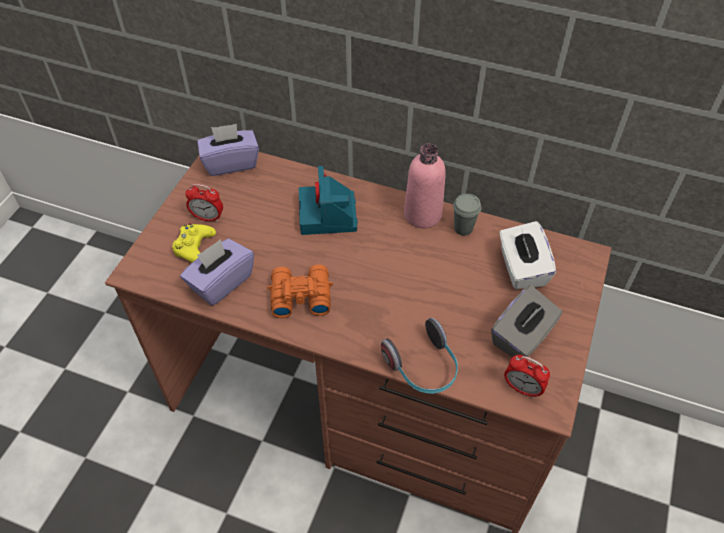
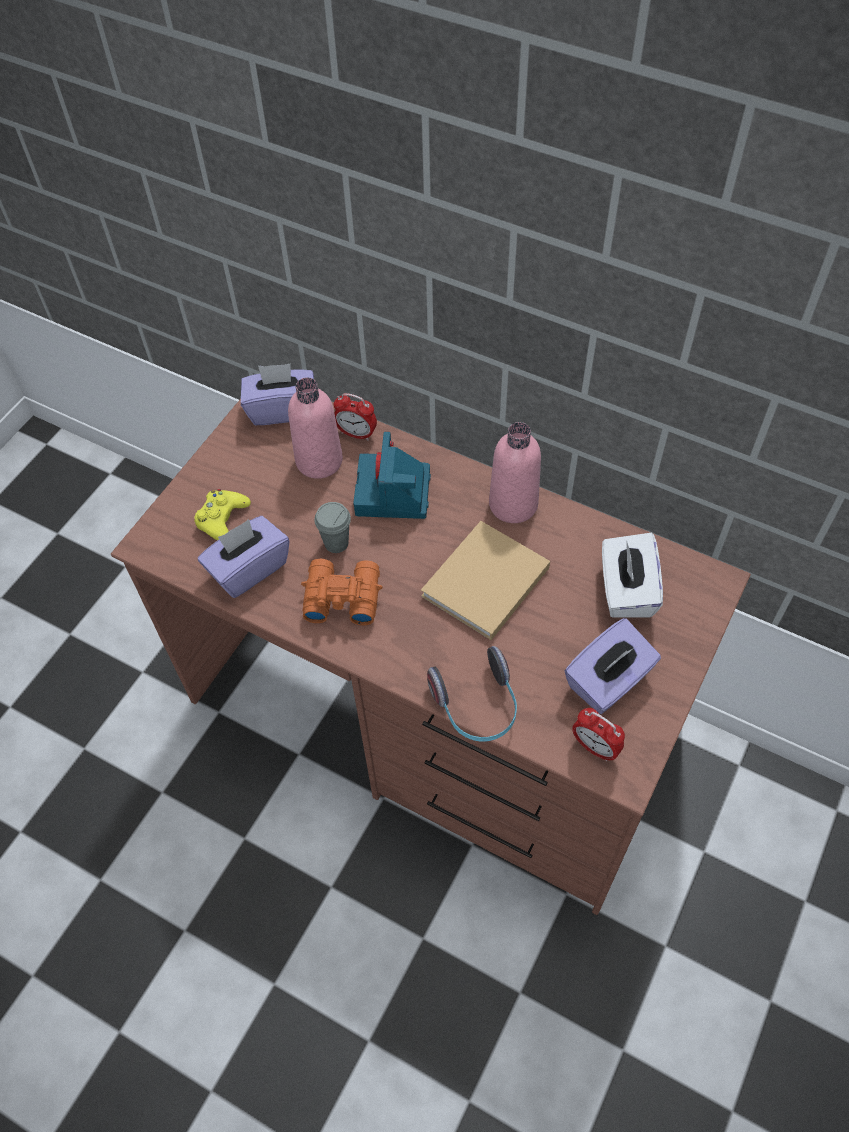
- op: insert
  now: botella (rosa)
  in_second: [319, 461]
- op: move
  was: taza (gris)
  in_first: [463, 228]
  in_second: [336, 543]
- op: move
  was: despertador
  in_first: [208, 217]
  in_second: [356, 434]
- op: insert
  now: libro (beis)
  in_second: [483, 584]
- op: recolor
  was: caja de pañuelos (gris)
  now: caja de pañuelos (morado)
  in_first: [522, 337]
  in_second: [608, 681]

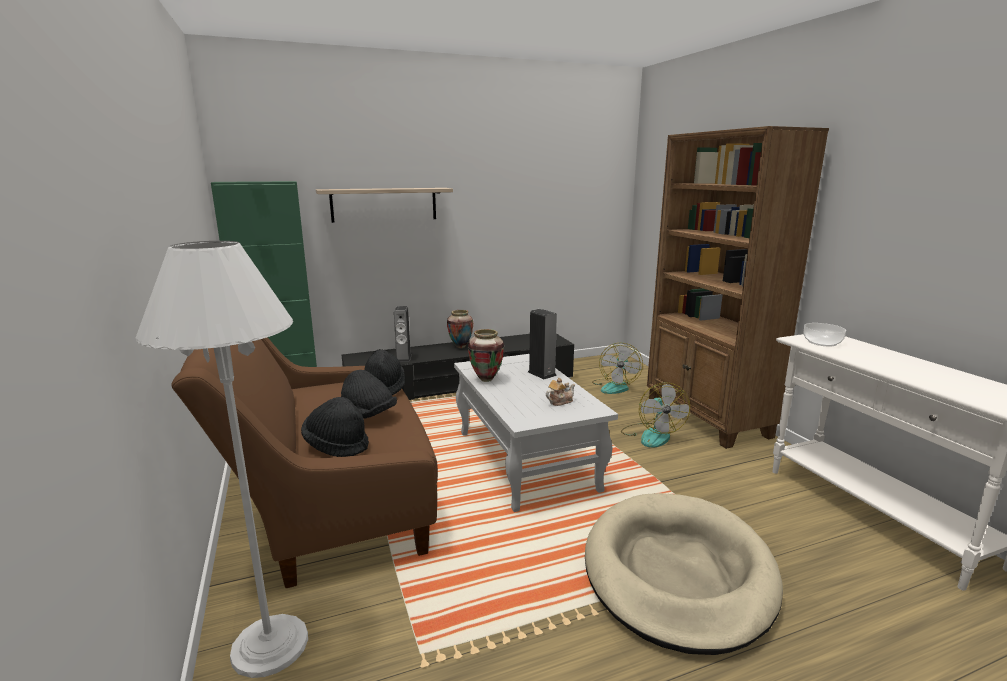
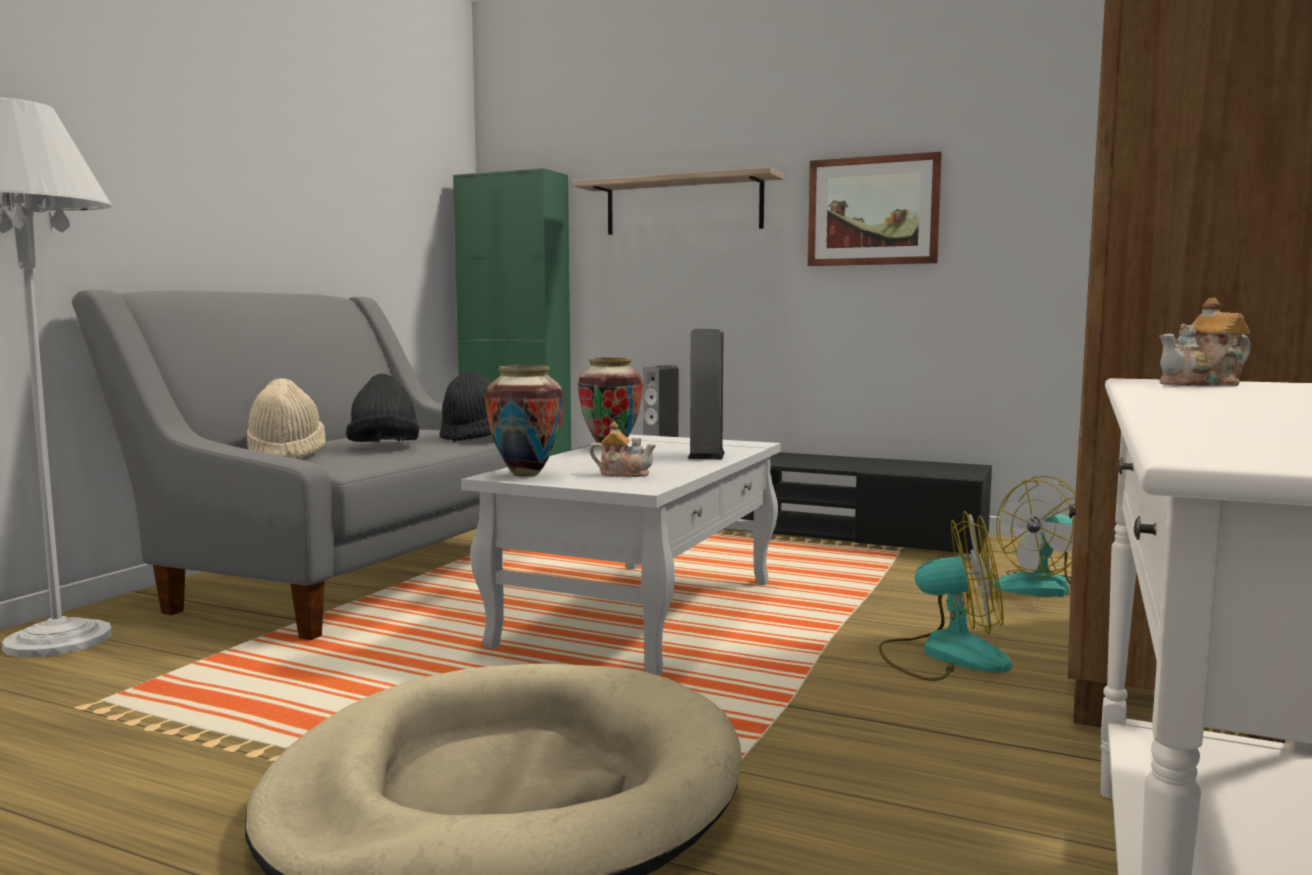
- op: recolor
  was: sofá (marrón)
  now: sofá (gris)
  in_first: [329, 501]
  in_second: [350, 573]
- op: recolor
  was: sombrero (negro)
  now: sombrero (beis)
  in_first: [337, 445]
  in_second: [286, 454]
- op: move
  was: florero
  in_first: [460, 347]
  in_second: [525, 474]
- op: insert
  now: cuadro
  in_second: [873, 211]
- op: rotate
  was: ventilador
  in_first: [651, 435]
  in_second: [943, 655]
  clockwise: -120
- op: replace
  was: cuenco
  now: tetera
  in_first: [822, 342]
  in_second: [1203, 384]

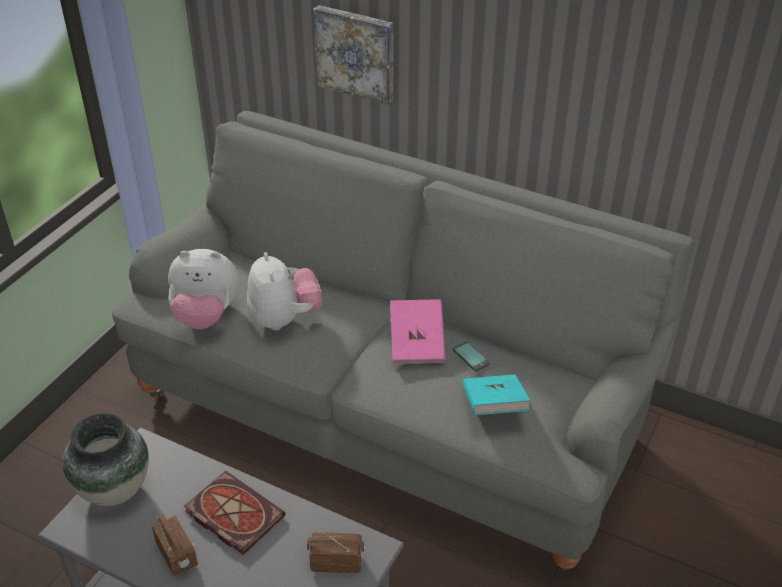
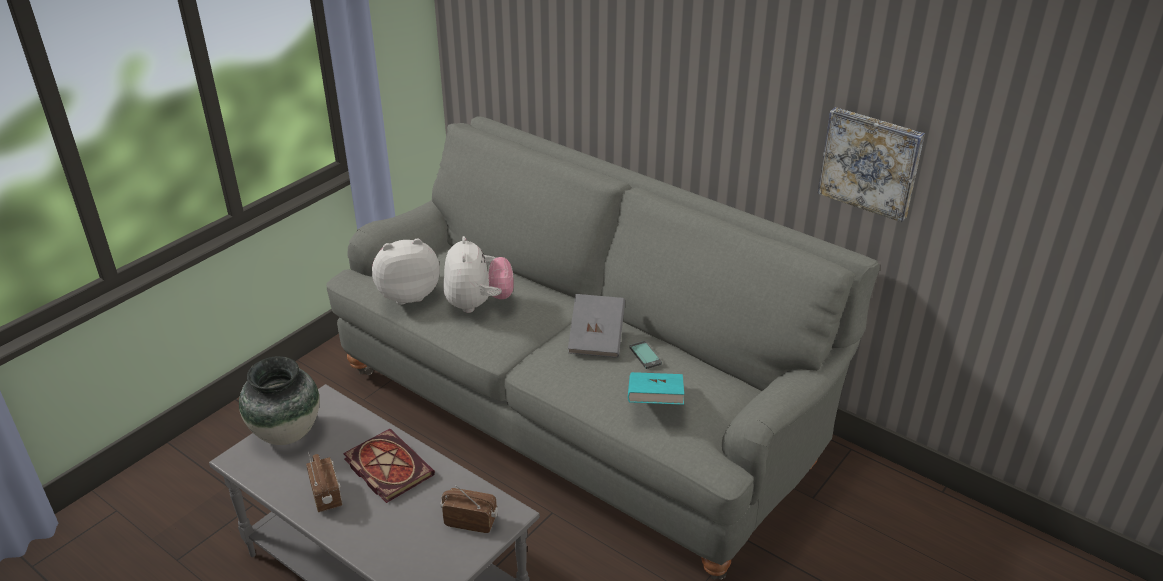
- op: rotate
  was: peluche
  in_first: [206, 316]
  in_second: [408, 294]
  clockwise: 150
- op: recolor
  was: libro (rosa)
  now: libro (gris)
  in_first: [417, 344]
  in_second: [596, 339]
- op: move
  was: cuadro
  in_first: [356, 53]
  in_second: [871, 162]

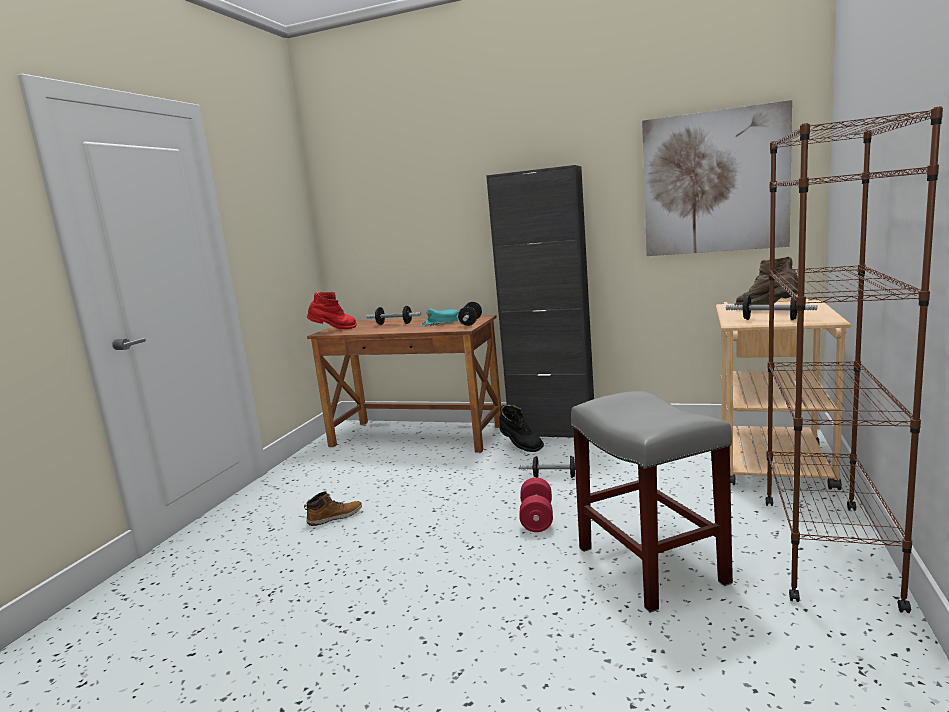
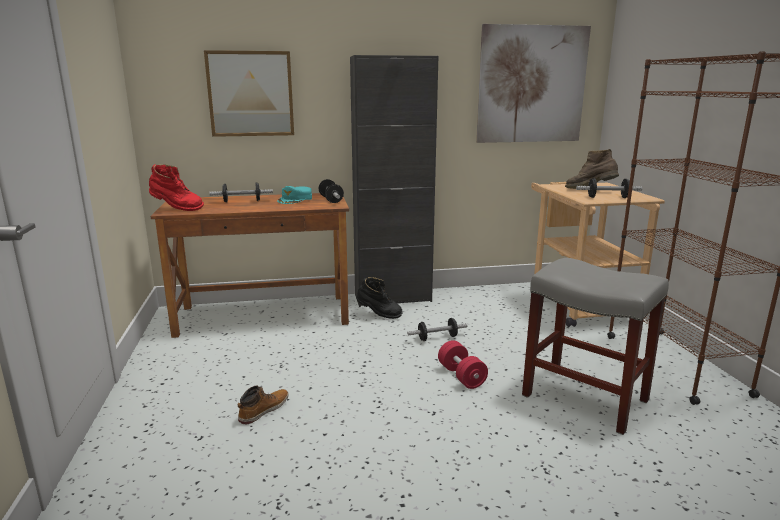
- op: rotate
  was: bota (rojo)
  in_first: [334, 330]
  in_second: [176, 209]
  clockwise: 60
- op: insert
  now: cuadro
  in_second: [251, 94]

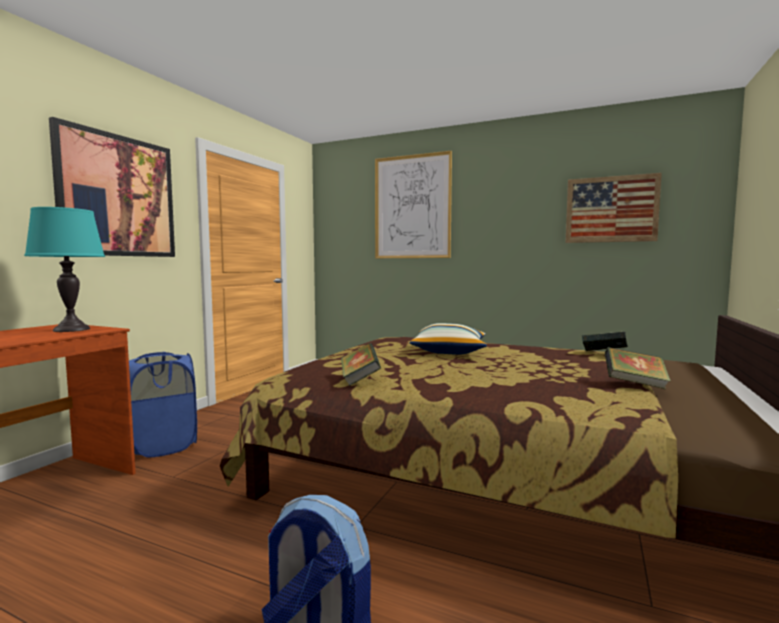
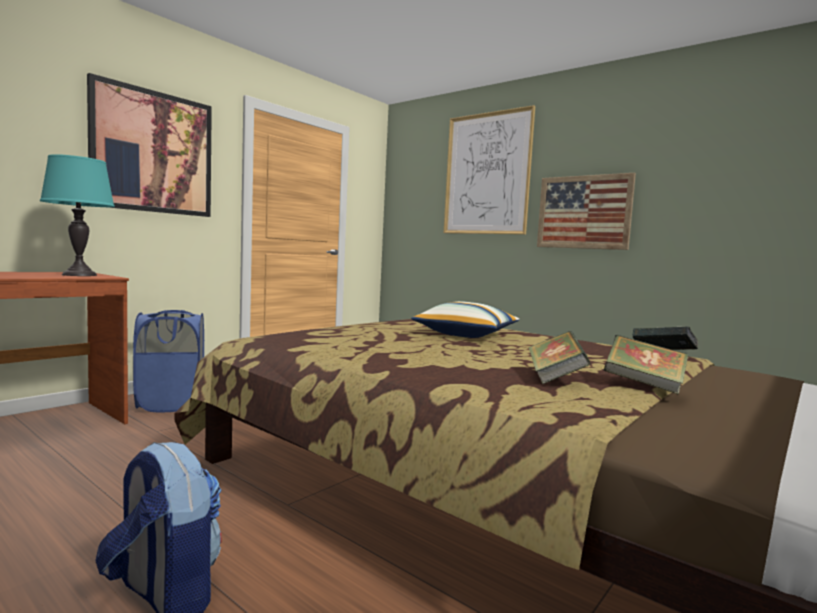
- op: move
  was: libro
  in_first: [359, 379]
  in_second: [555, 378]
- op: move
  was: cuadro
  in_first: [611, 209]
  in_second: [583, 212]

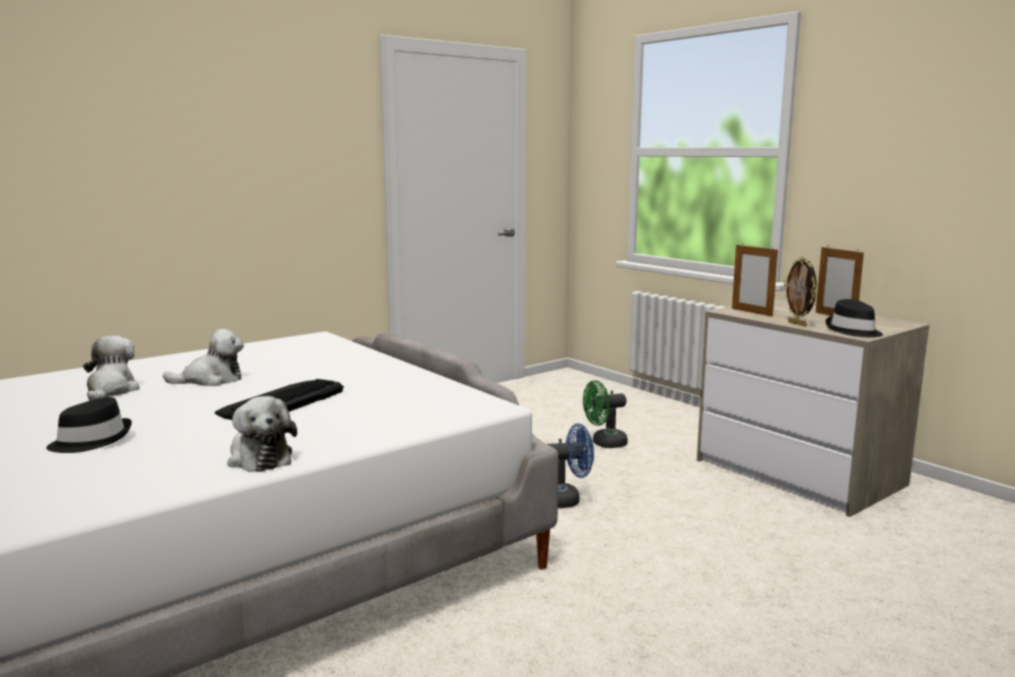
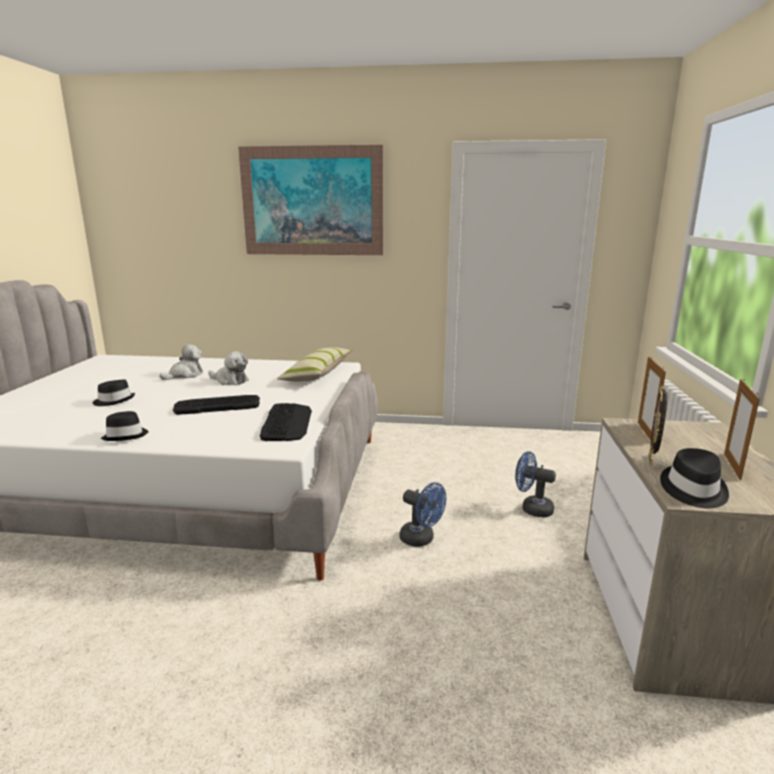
- op: replace
  was: peluche
  now: sombrero (negro)
  in_first: [259, 457]
  in_second: [126, 435]
- op: insert
  now: cuadro
  in_second: [312, 201]
- op: insert
  now: teclado
  in_second: [287, 423]
- op: insert
  now: cojín
  in_second: [317, 374]
- op: recolor
  was: ventilador (verde)
  now: ventilador (azul)
  in_first: [604, 443]
  in_second: [532, 508]

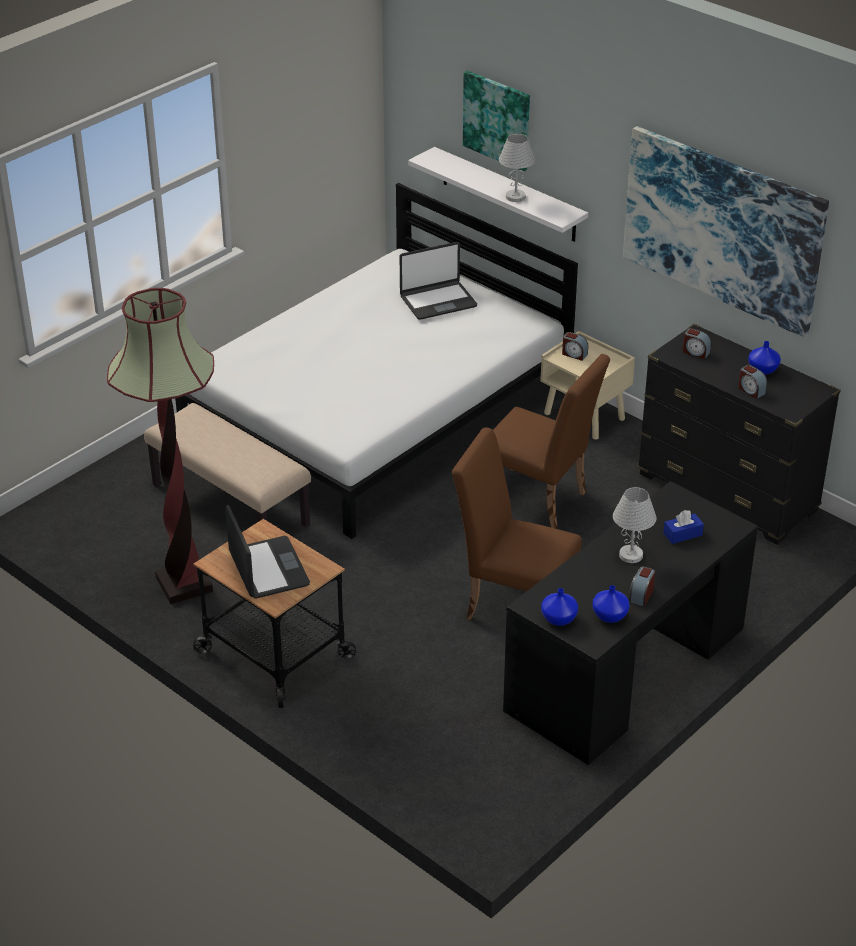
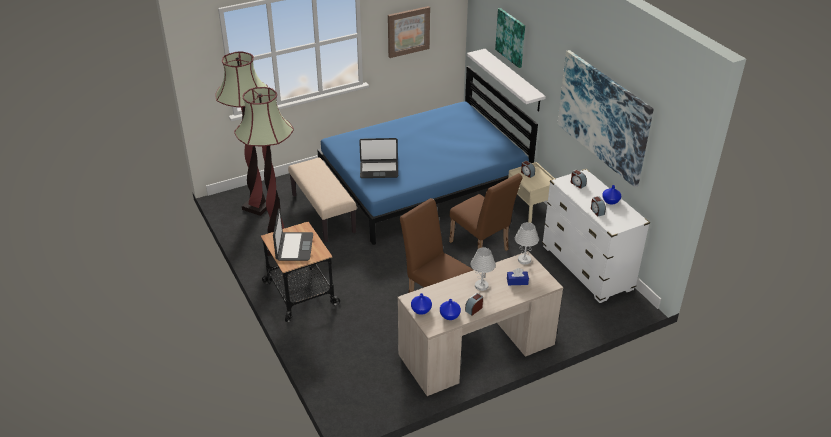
- op: insert
  now: lámpara de pie
  in_second: [257, 206]
- op: recolor
  was: cama (blanco)
  now: cama (azul)
  in_first: [379, 412]
  in_second: [424, 184]
- op: move
  was: portátil
  in_first: [438, 301]
  in_second: [379, 169]
- op: insert
  now: cuadro
  in_second: [408, 31]
- op: recolor
  was: escritorio (negro)
  now: escritorio (beis)
  in_first: [624, 669]
  in_second: [476, 349]
- op: move
  was: lámpara de mesa (blanco)
  in_first: [515, 197]
  in_second: [524, 260]
- op: recolor
  was: cómoda (negro)
  now: cómoda (blanco)
  in_first: [727, 493]
  in_second: [587, 268]

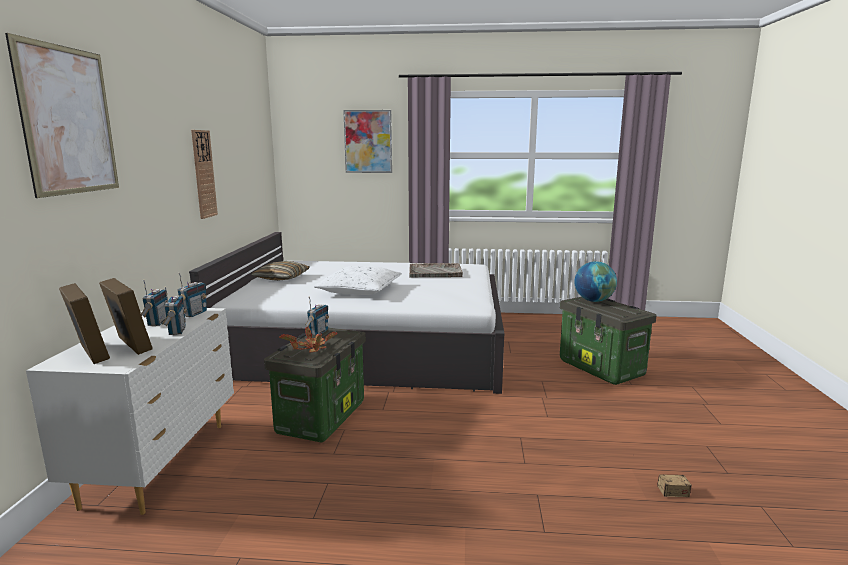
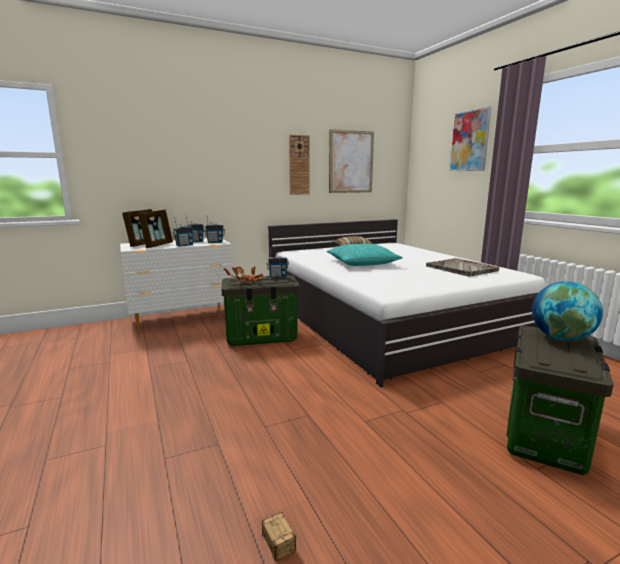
- op: recolor
  was: cojín (blanco)
  now: cojín (turquesa)
  in_first: [359, 290]
  in_second: [362, 263]
- op: move
  was: cuadro
  in_first: [69, 121]
  in_second: [351, 162]

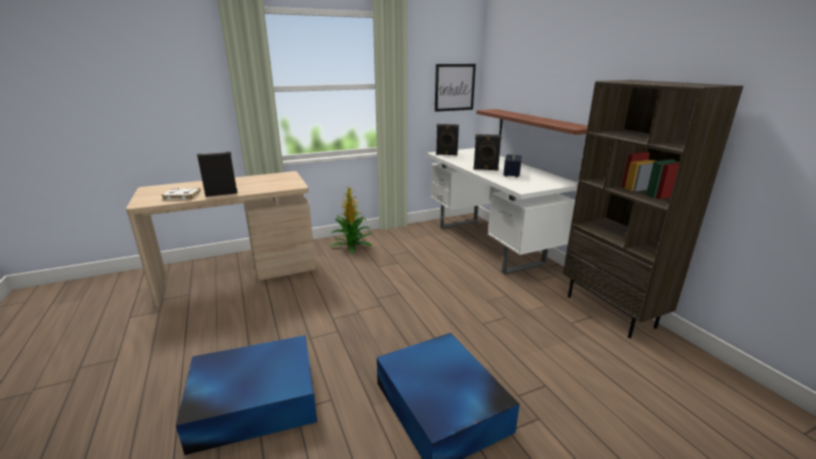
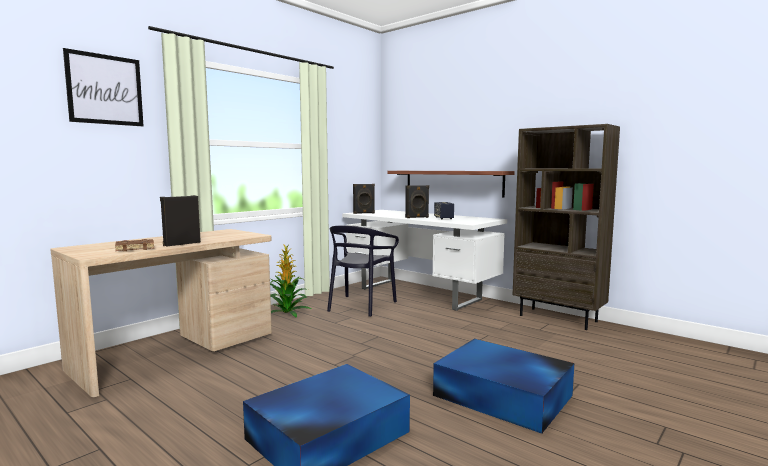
- op: move
  was: cuadro
  in_first: [454, 87]
  in_second: [105, 89]
- op: recolor
  was: libro (blanco)
  now: libro (marrón)
  in_first: [183, 196]
  in_second: [135, 248]
- op: insert
  now: silla (negro)
  in_second: [361, 306]

